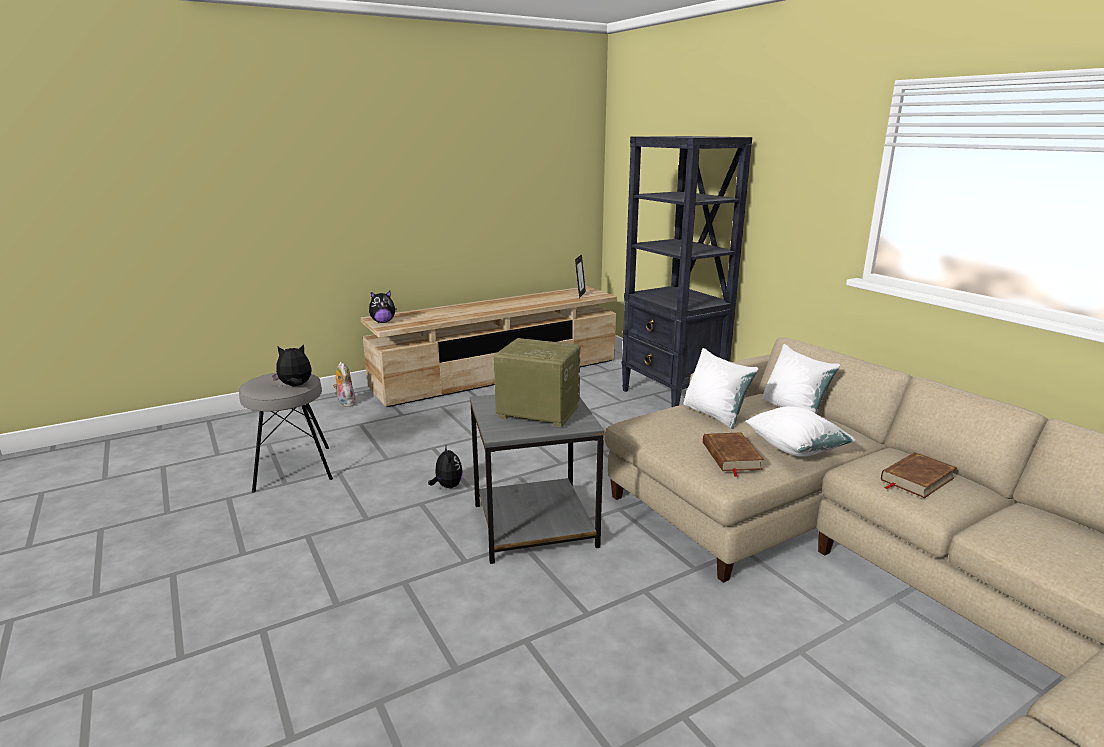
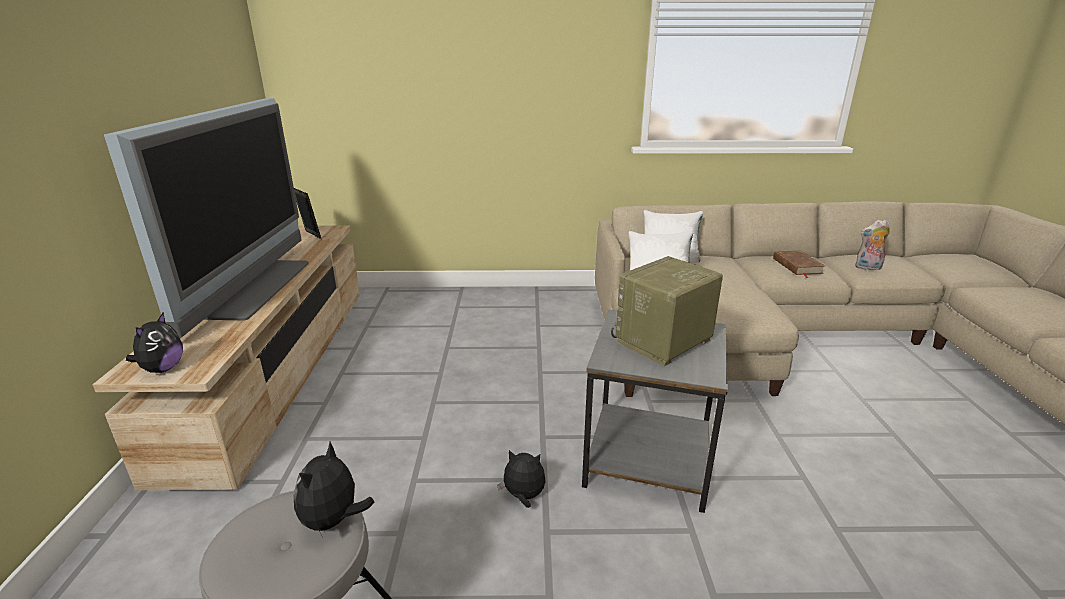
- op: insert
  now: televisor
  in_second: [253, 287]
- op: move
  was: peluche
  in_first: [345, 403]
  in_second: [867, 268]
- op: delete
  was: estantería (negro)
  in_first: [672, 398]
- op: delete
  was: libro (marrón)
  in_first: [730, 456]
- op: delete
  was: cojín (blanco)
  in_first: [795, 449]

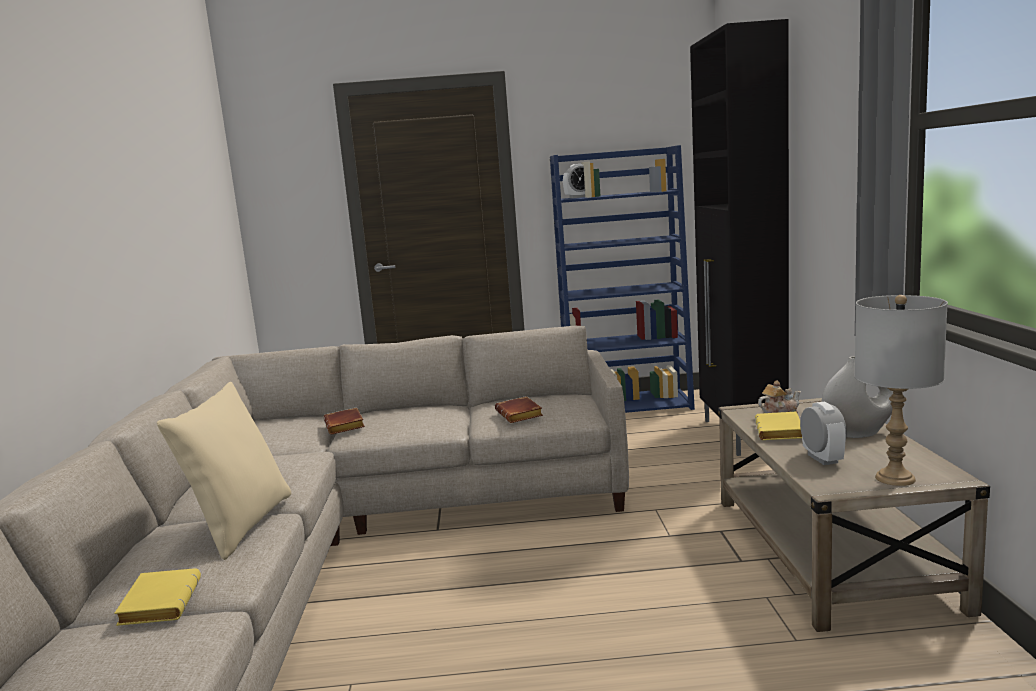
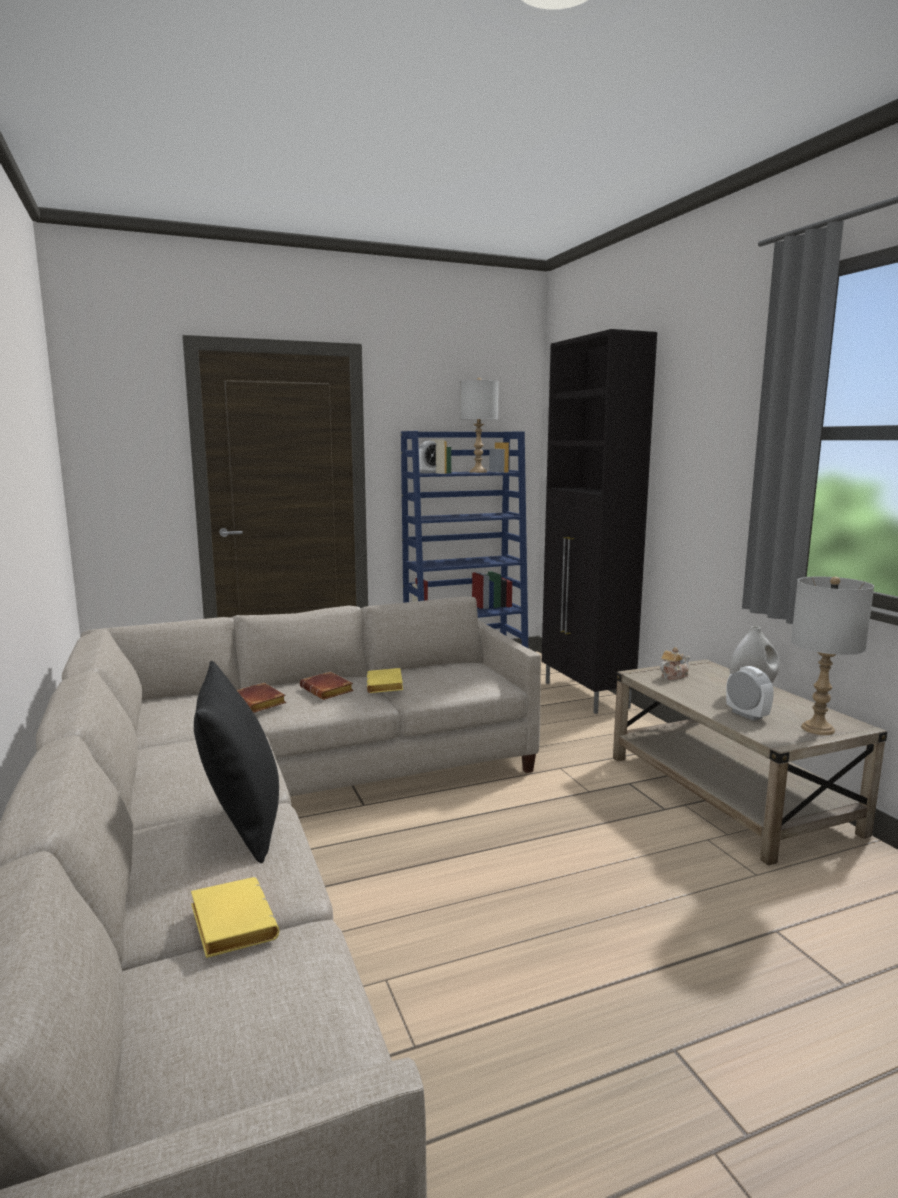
- op: recolor
  was: cojín (beis)
  now: cojín (negro)
  in_first: [241, 526]
  in_second: [242, 822]
- op: move
  was: libro (marrón)
  in_first: [521, 415]
  in_second: [328, 691]
- op: move
  was: libro (amarillo)
  in_first: [781, 432]
  in_second: [386, 686]
- op: insert
  now: lámpara de mesa (gris)
  in_second: [478, 472]

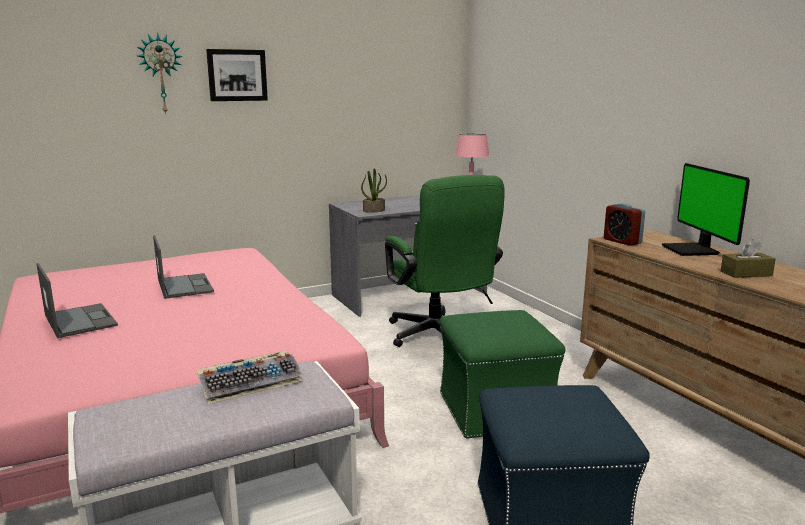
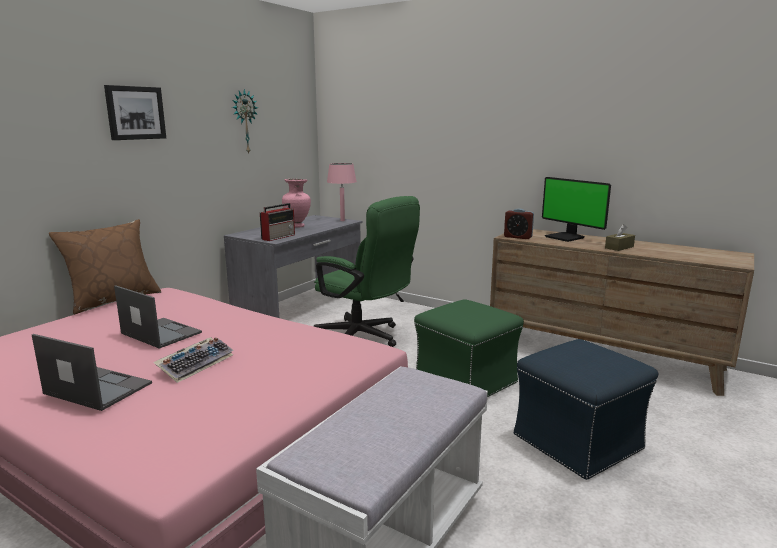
- op: insert
  now: cojín (marrón)
  in_second: [113, 300]
- op: move
  was: teclado
  in_first: [251, 383]
  in_second: [196, 364]
- op: move
  was: reloj de pared
  in_first: [161, 74]
  in_second: [244, 122]
- op: replace
  was: planta en maceta
  now: radio
  in_first: [374, 210]
  in_second: [279, 237]
- op: insert
  now: florero (rosa)
  in_second: [297, 226]

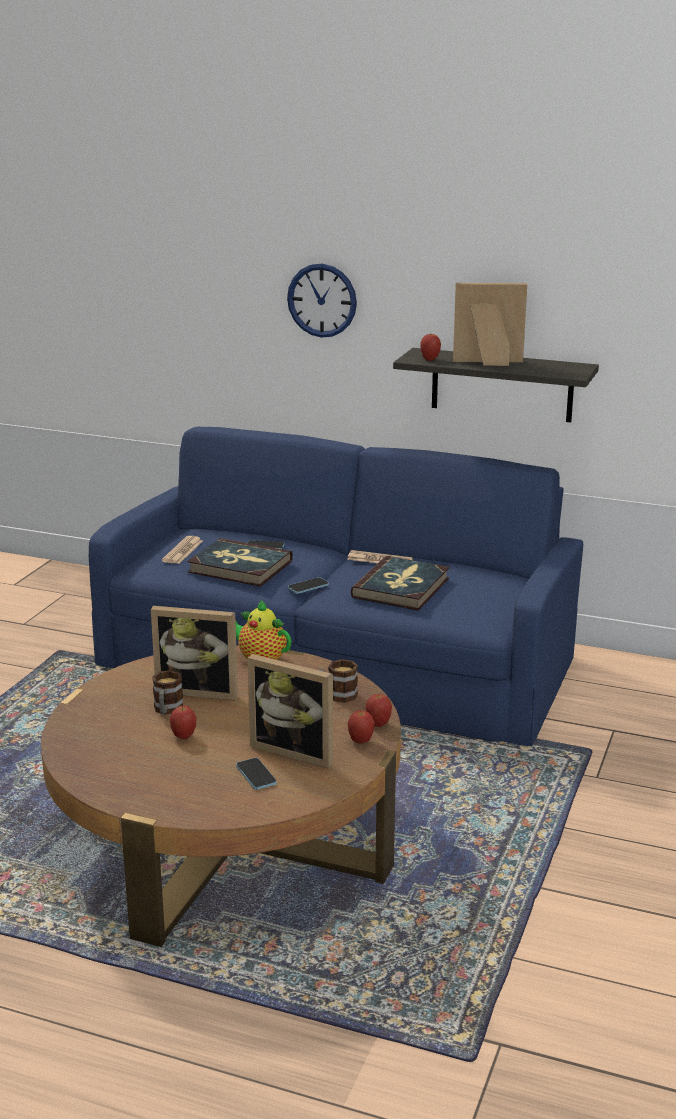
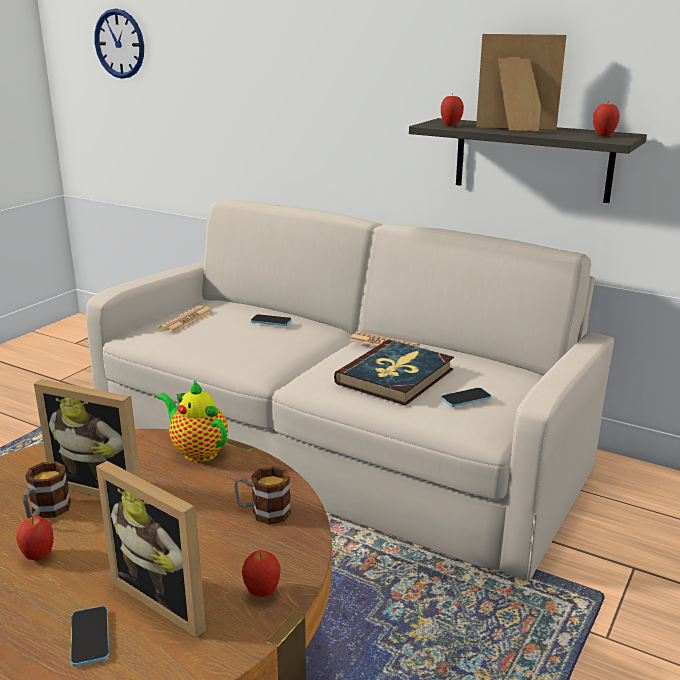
- op: recolor
  was: sofá (azul)
  now: sofá (beis)
  in_first: [339, 658]
  in_second: [341, 443]
- op: move
  was: reloj de pared
  in_first: [322, 300]
  in_second: [119, 44]
- op: move
  was: móvil
  in_first: [308, 587]
  in_second: [466, 398]
- op: move
  was: manzana
  in_first: [378, 724]
  in_second: [603, 135]
- op: delete
  was: libro
  in_first: [240, 567]

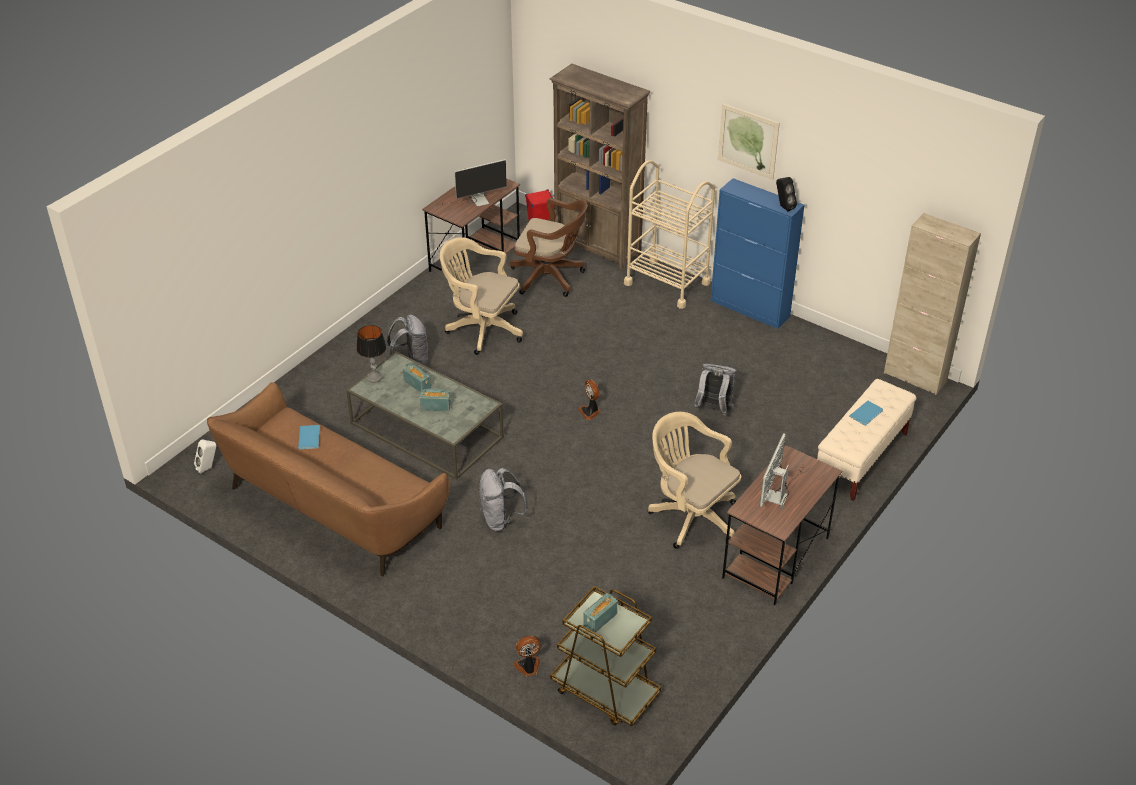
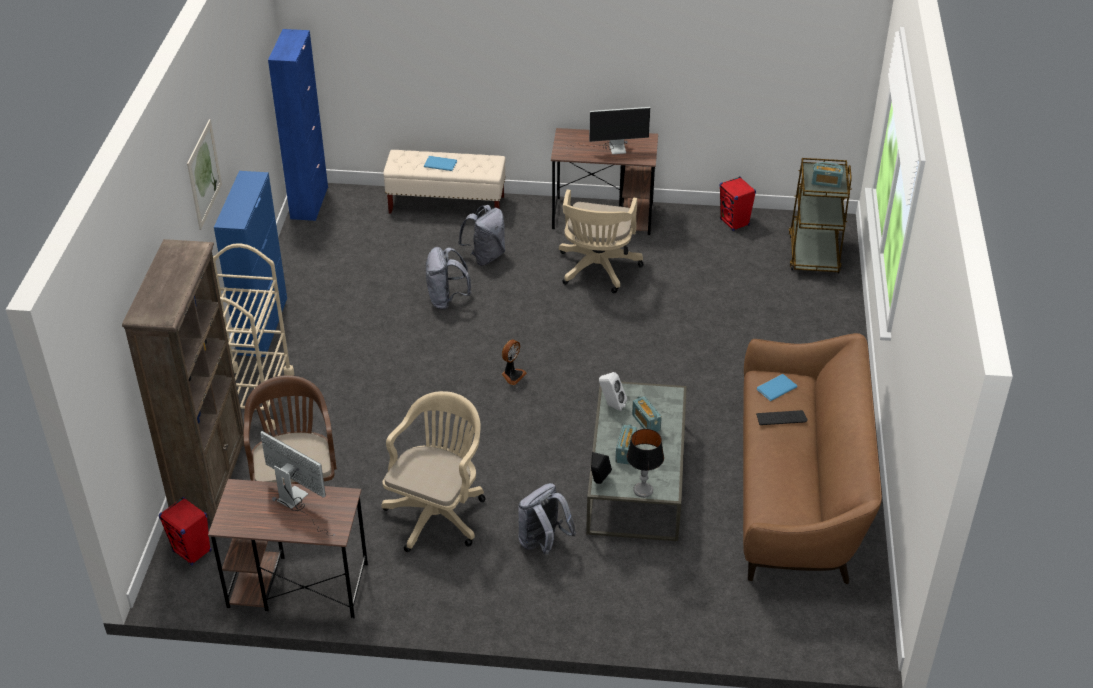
- op: recolor
  was: armario (beis)
  now: armario (azul)
  in_first: [915, 377]
  in_second: [309, 203]
- op: rotate
  was: silla de oficina (beis)
  in_first: [481, 329]
  in_second: [438, 513]
  clockwise: -150
- op: move
  was: mochila (gris)
  in_first: [501, 519]
  in_second: [485, 256]
- op: move
  was: altavoz (negro)
  in_first: [783, 207]
  in_second: [598, 482]
- op: move
  was: altavoz (blanco)
  in_first: [208, 468]
  in_second: [611, 406]
- op: insert
  now: altavoz (rojo)
  in_second: [734, 222]
- op: insert
  now: teclado
  in_second: [781, 418]
- op: move
  was: libro (azul)
  in_first: [310, 437]
  in_second: [775, 388]
- op: delete
  was: ventilador
  in_first: [528, 667]

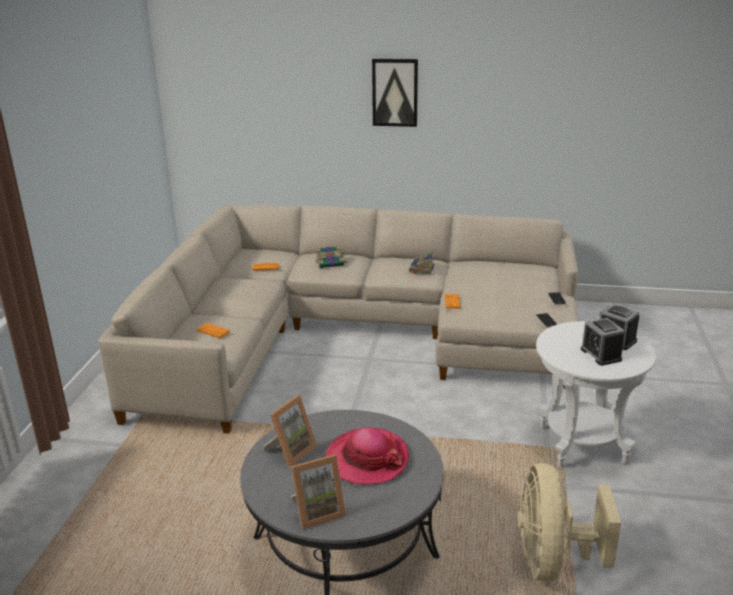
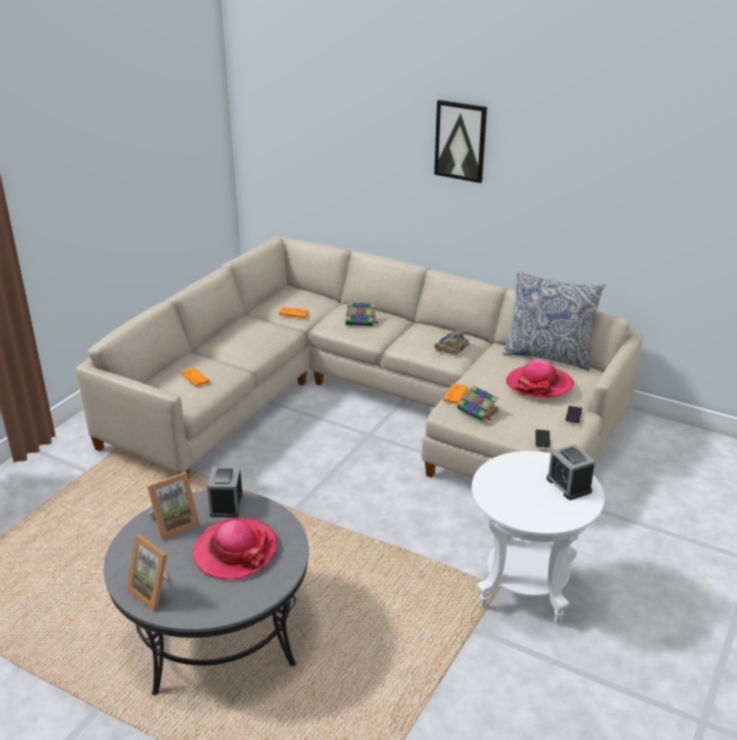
- op: rotate
  was: portarretratos
  in_first: [317, 512]
  in_second: [154, 591]
  clockwise: 45
- op: move
  was: despertador
  in_first: [601, 354]
  in_second: [226, 504]
- op: insert
  now: libro
  in_second: [478, 411]
- op: insert
  now: cojín
  in_second: [548, 355]
- op: insert
  now: sombrero
  in_second: [539, 384]
- op: delete
  was: ventilador (beis)
  in_first: [553, 561]

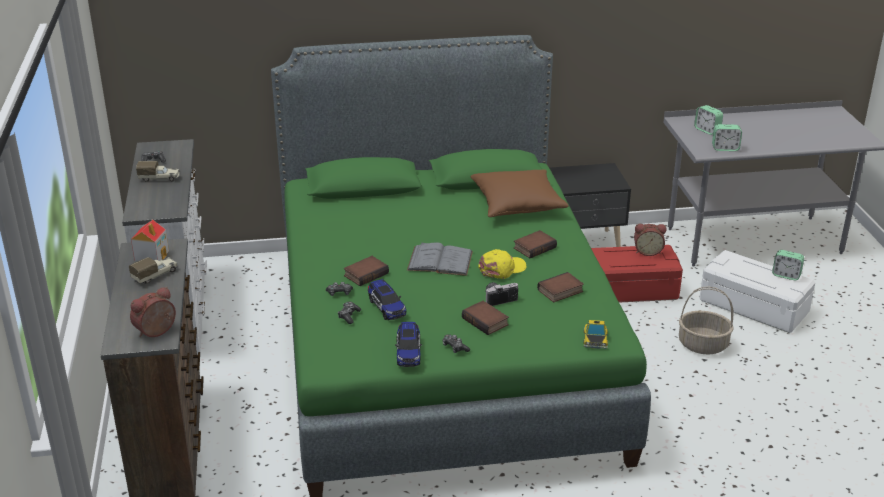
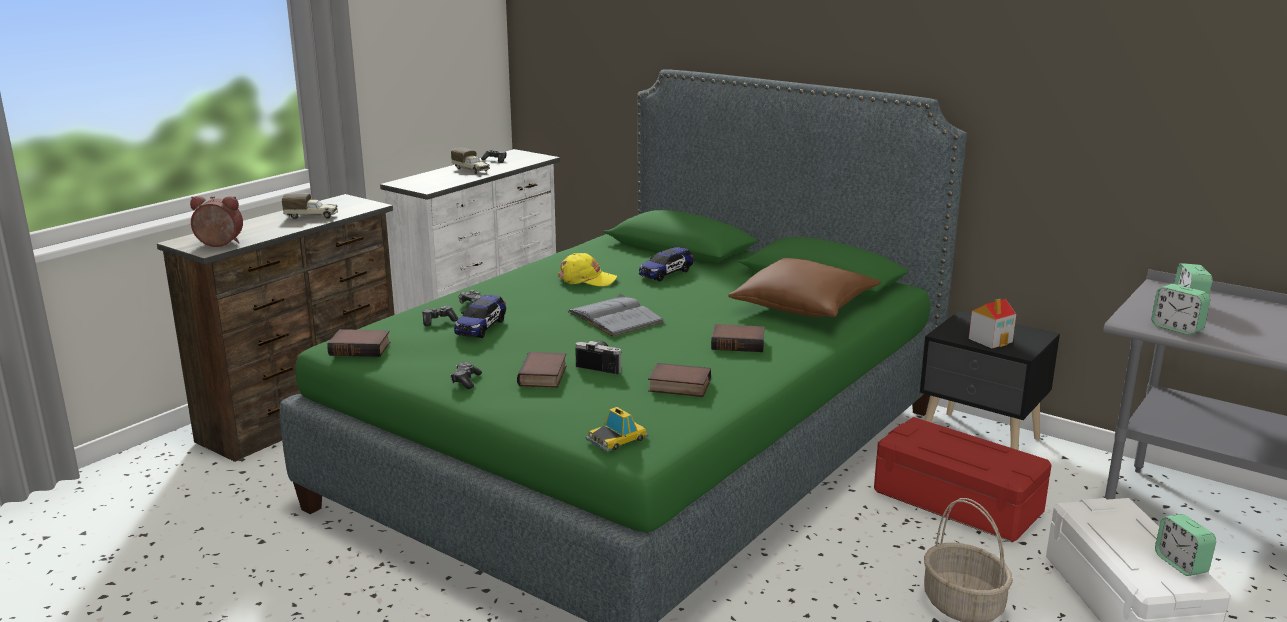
- op: move
  was: libro
  in_first: [366, 274]
  in_second: [361, 348]
- op: move
  was: gorra (amarillo)
  in_first: [502, 269]
  in_second: [587, 279]
- op: move
  was: coche de juguete
  in_first: [408, 352]
  in_second: [666, 273]
- op: move
  was: casita
  in_first: [152, 255]
  in_second: [990, 340]
- op: delete
  was: despertador
  in_first: [647, 251]

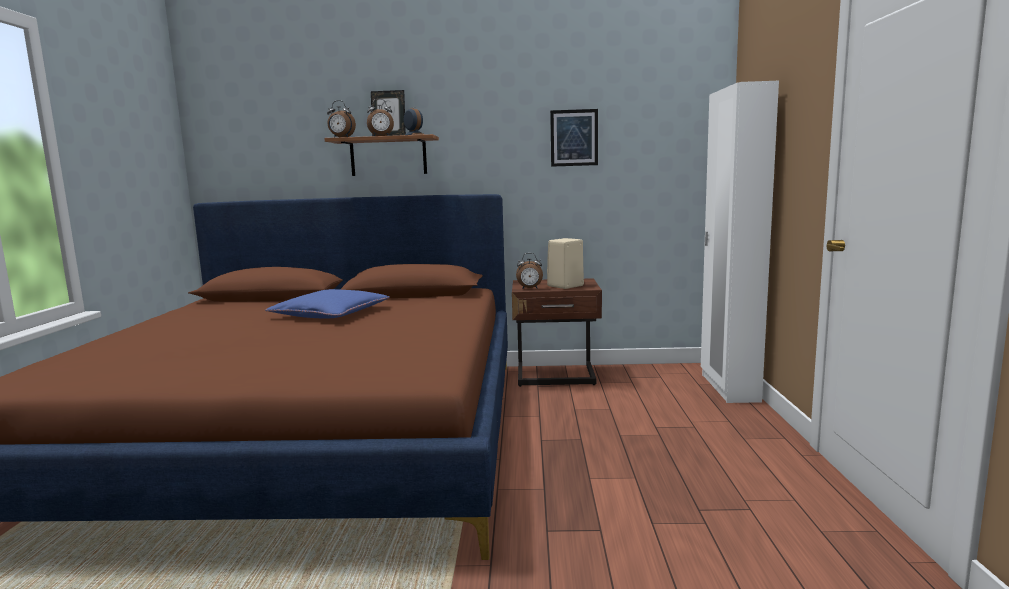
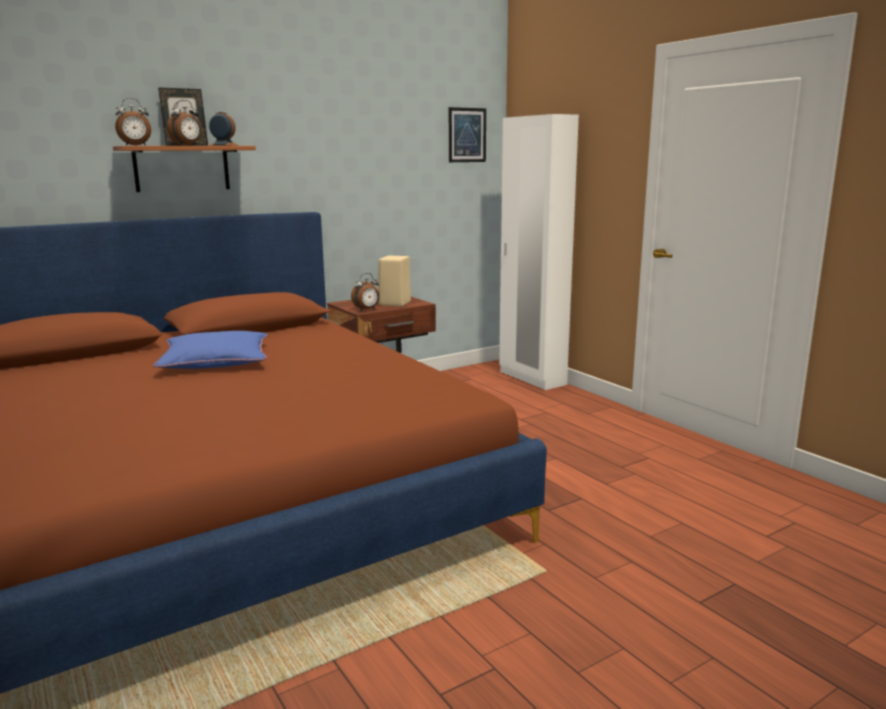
- op: move
  was: cuadro
  in_first: [574, 138]
  in_second: [467, 135]

